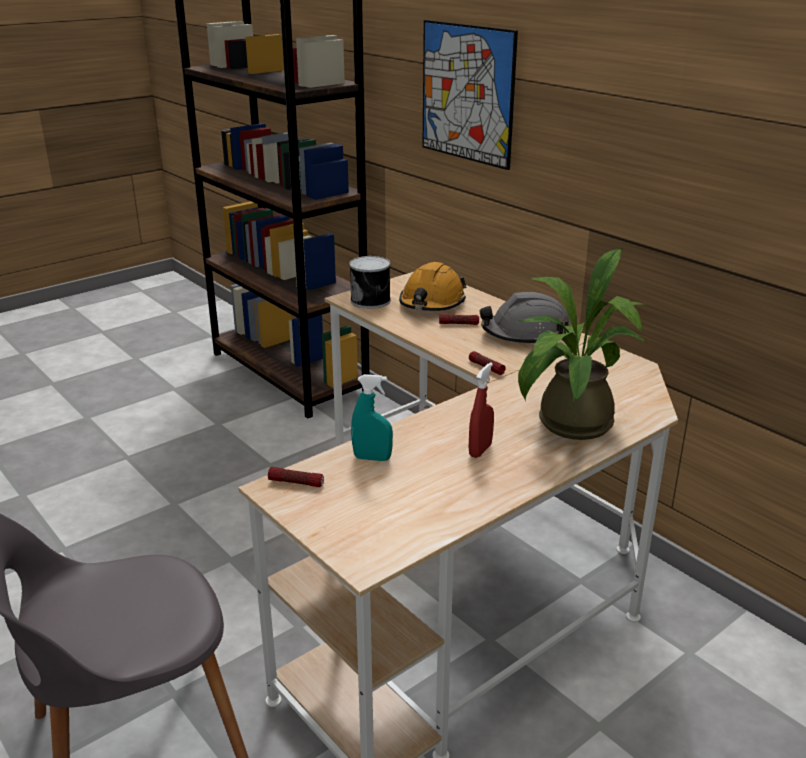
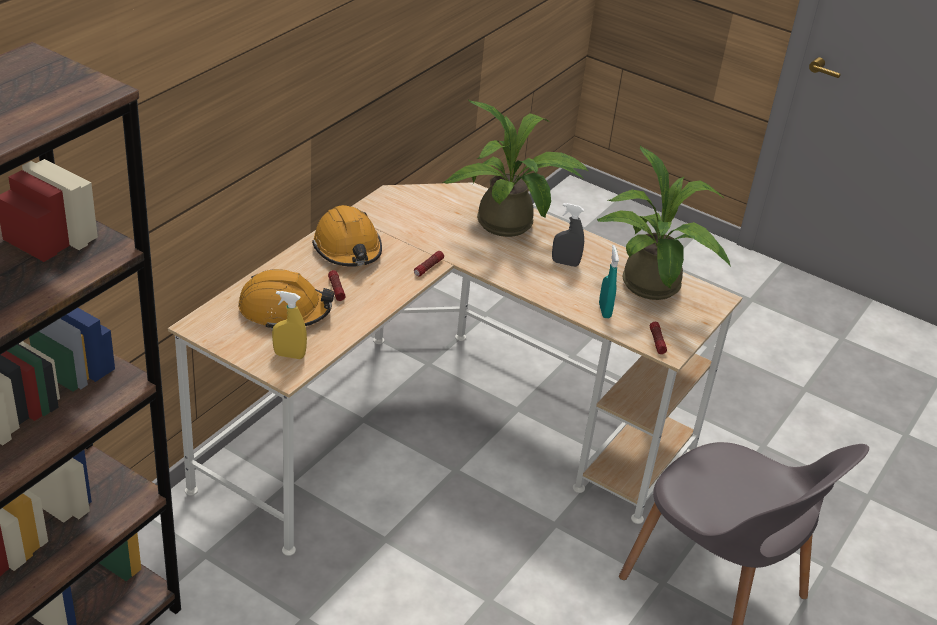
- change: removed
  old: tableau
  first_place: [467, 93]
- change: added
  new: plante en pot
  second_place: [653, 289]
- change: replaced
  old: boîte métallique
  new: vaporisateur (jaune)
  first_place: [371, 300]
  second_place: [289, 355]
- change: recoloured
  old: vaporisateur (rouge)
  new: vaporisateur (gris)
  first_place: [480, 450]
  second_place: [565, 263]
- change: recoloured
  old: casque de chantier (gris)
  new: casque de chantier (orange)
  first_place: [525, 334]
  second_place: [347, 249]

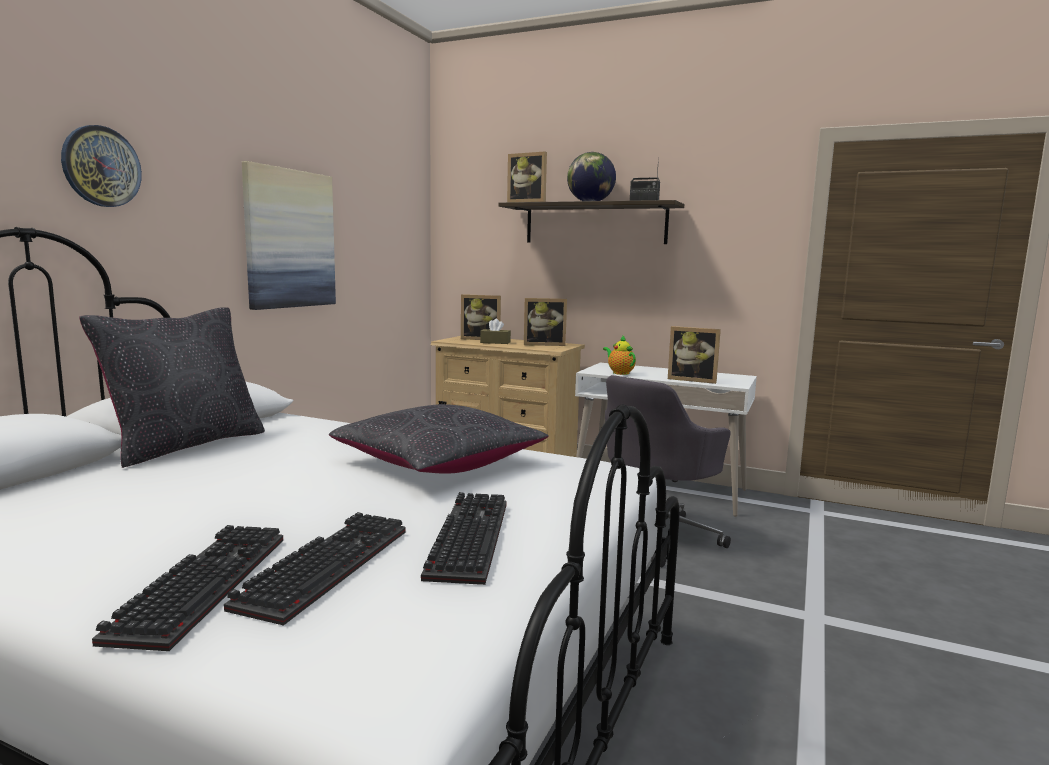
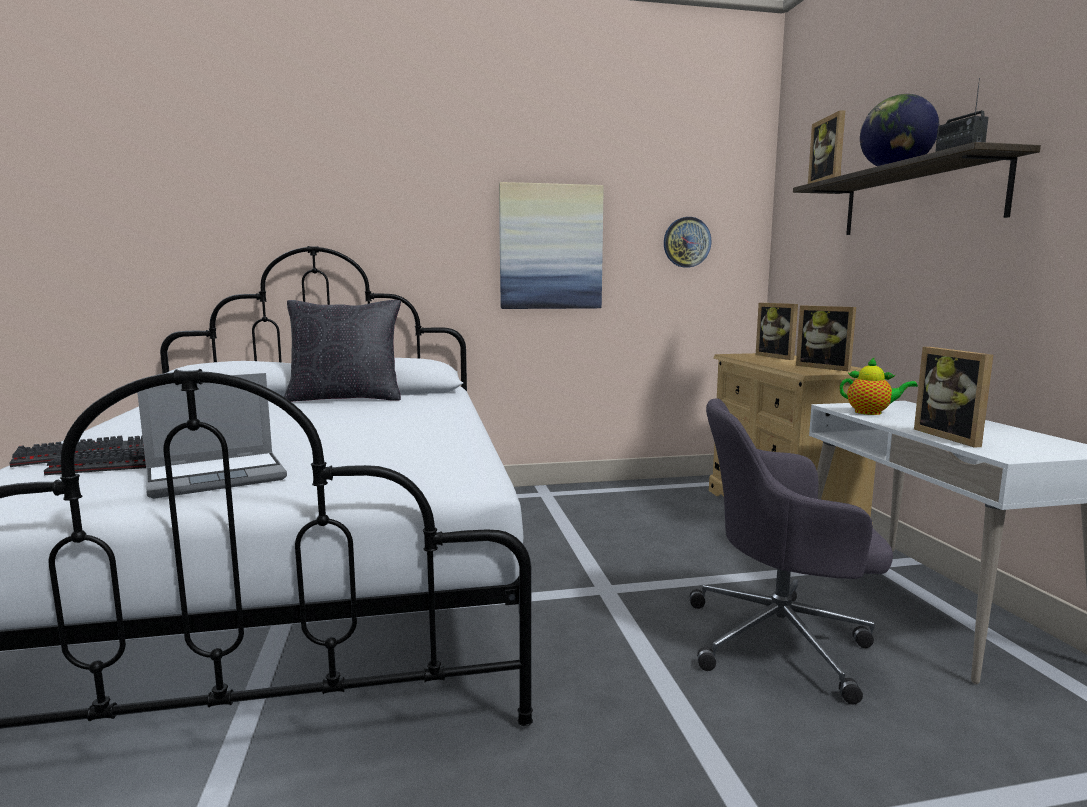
- change: removed
  old: coussin (noir)
  first_place: [439, 463]
- change: removed
  old: boîte à mouchoirs (marron)
  first_place: [495, 342]
- change: moved
  old: horloge murale
  first_place: [101, 166]
  second_place: [686, 242]
- change: replaced
  old: clavier
  new: ordinateur portable
  first_place: [466, 537]
  second_place: [218, 476]
- change: turned
  old: théière
  first_place: [619, 373]
  second_place: [871, 413]
  degrees: 90

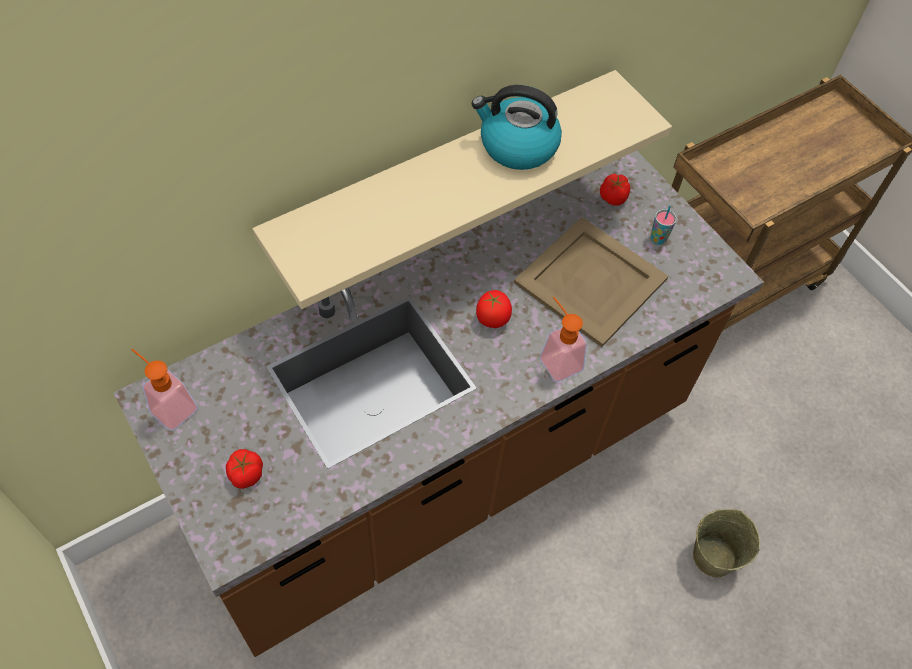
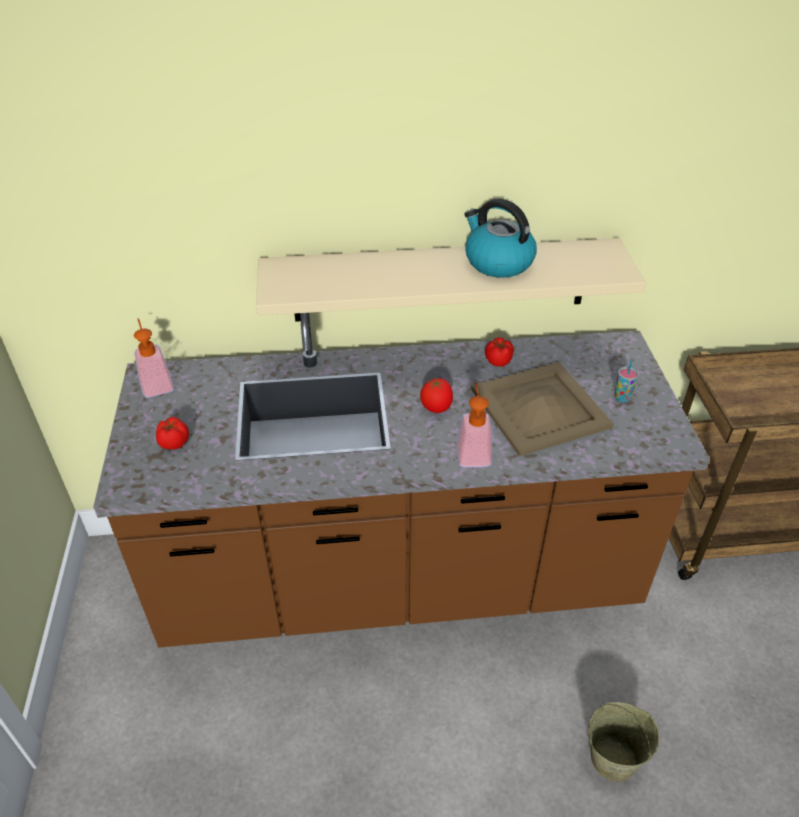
- change: moved
  old: tomate
  first_place: [613, 197]
  second_place: [499, 361]

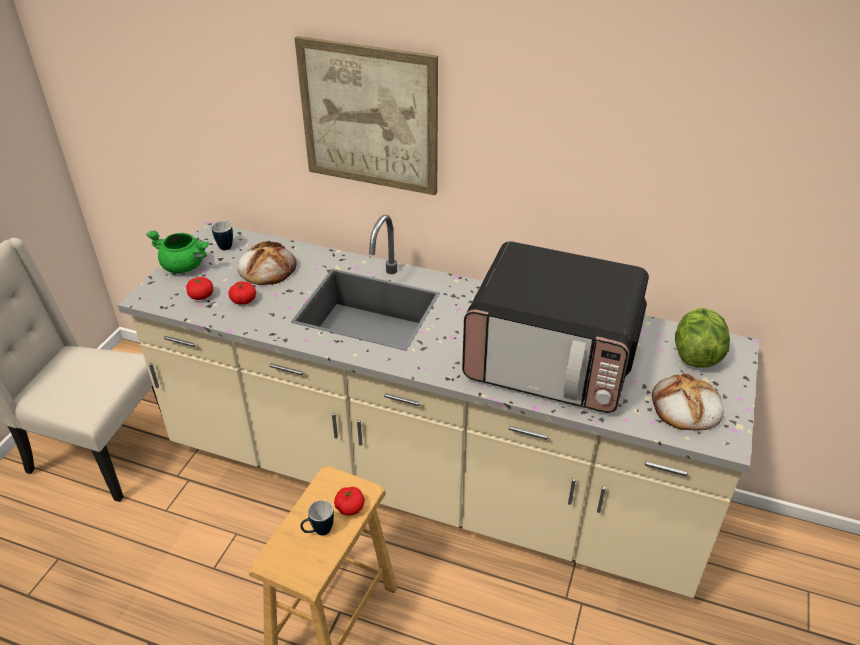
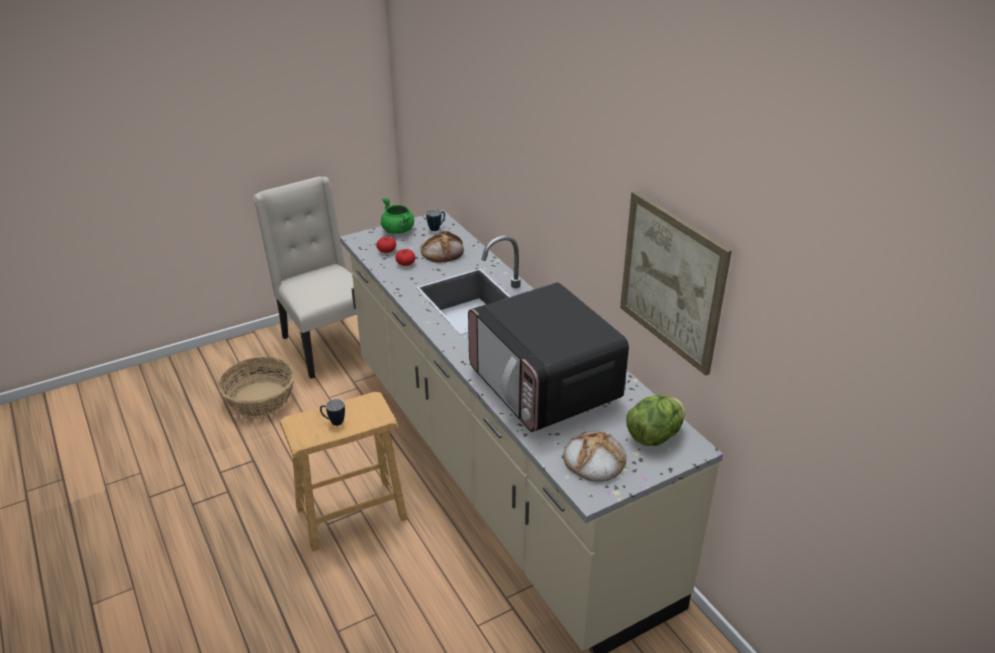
- change: removed
  old: tomate
  first_place: [350, 507]
- change: added
  new: panier
  second_place: [260, 399]
- change: moved
  old: tableau
  first_place: [369, 117]
  second_place: [672, 281]

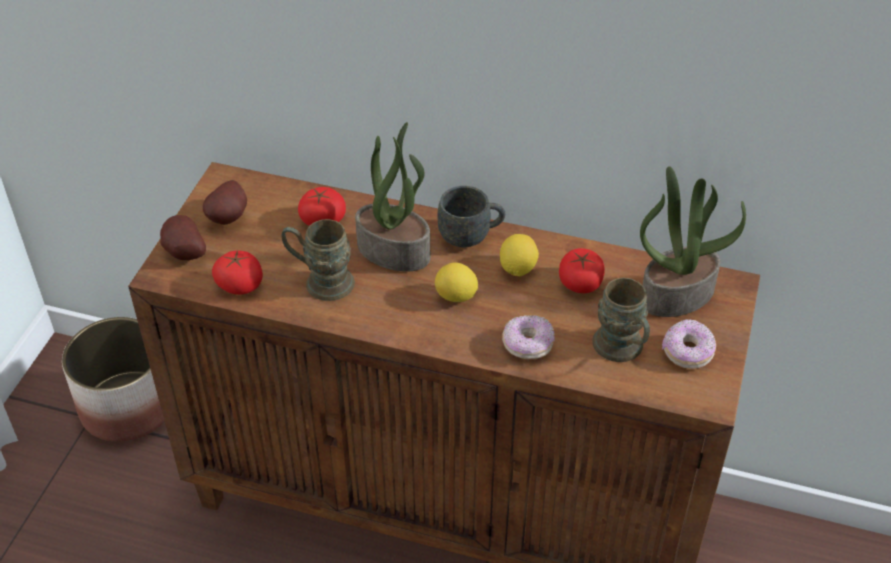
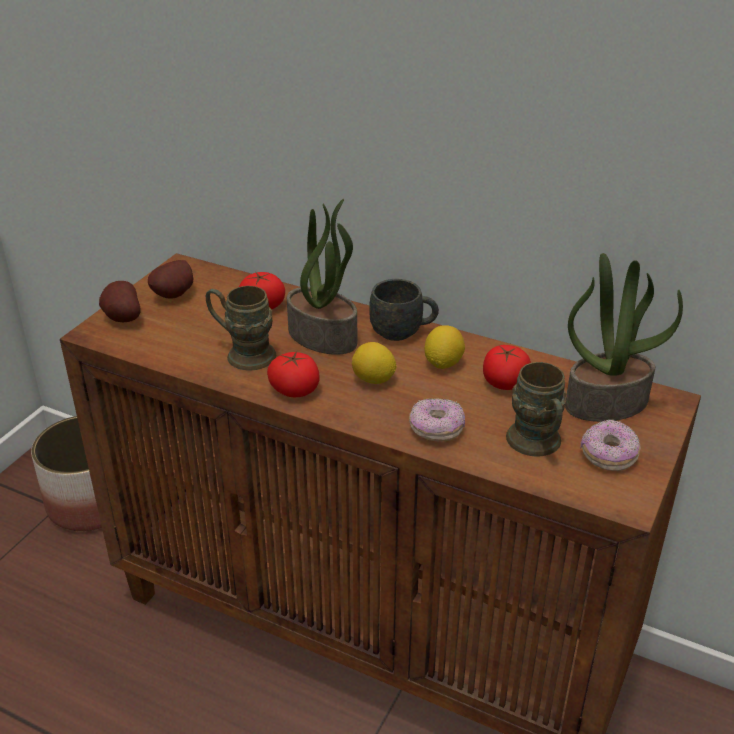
- change: moved
  old: tomate
  first_place: [240, 285]
  second_place: [294, 389]

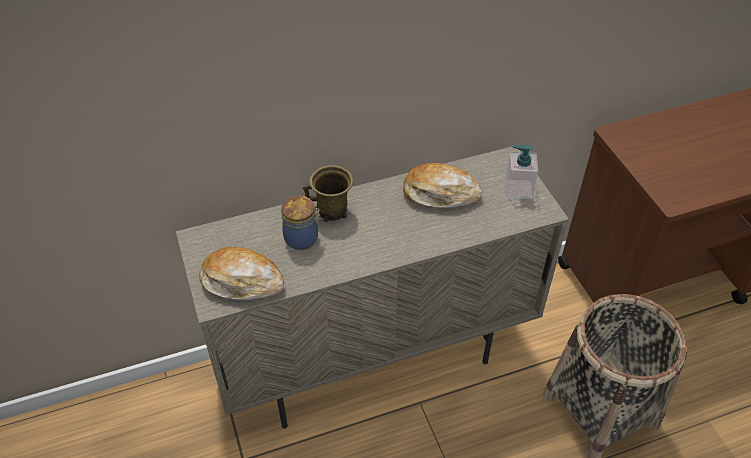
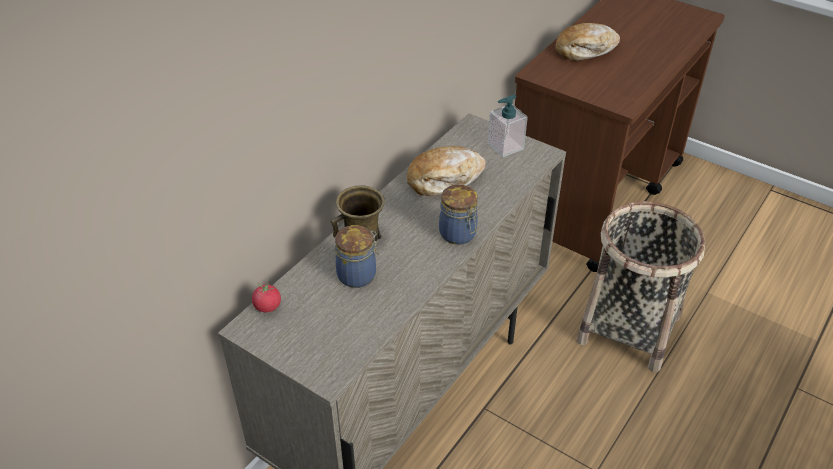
- change: added
  new: tomate
  second_place: [267, 306]
- change: added
  new: bocal
  second_place: [458, 235]
- change: moved
  old: pain
  first_place: [242, 281]
  second_place: [585, 50]

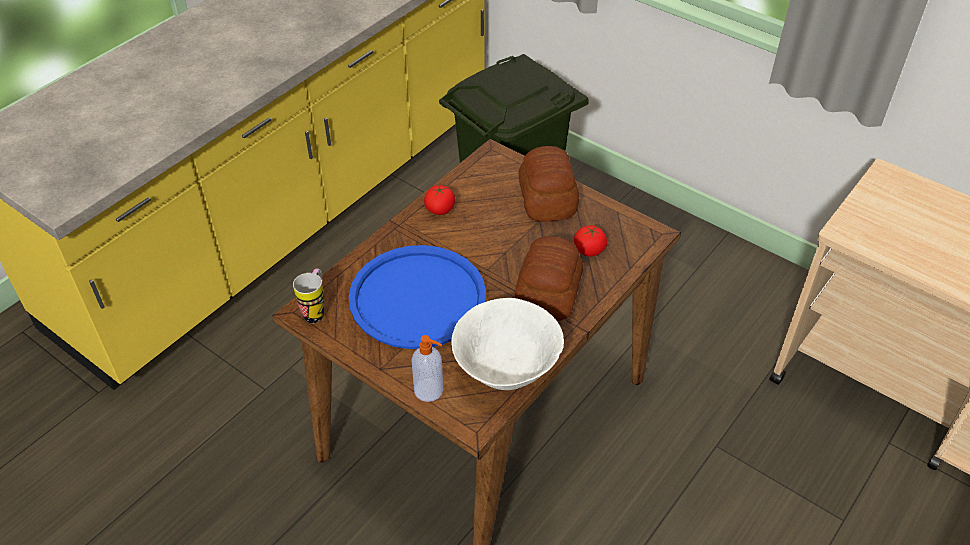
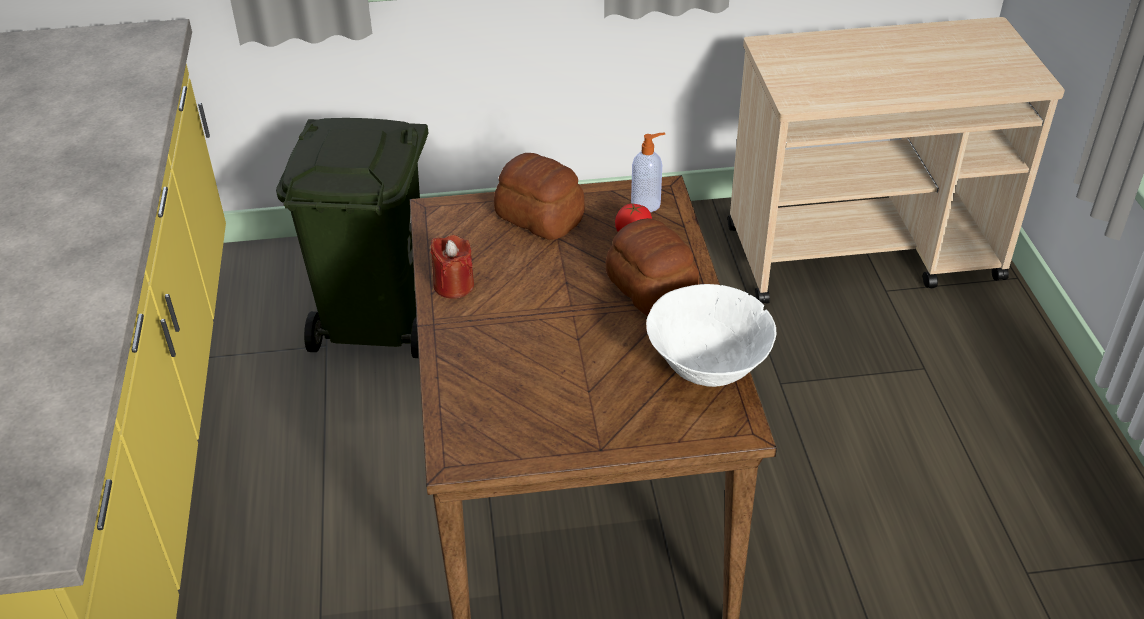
- change: removed
  old: mug
  first_place: [316, 310]
- change: removed
  old: plateau (bleu)
  first_place: [417, 297]
- change: moved
  old: distributeur de savon
  first_place: [429, 390]
  second_place: [647, 204]
- change: replaced
  old: tomate
  new: bougie (rouge)
  first_place: [440, 209]
  second_place: [454, 285]

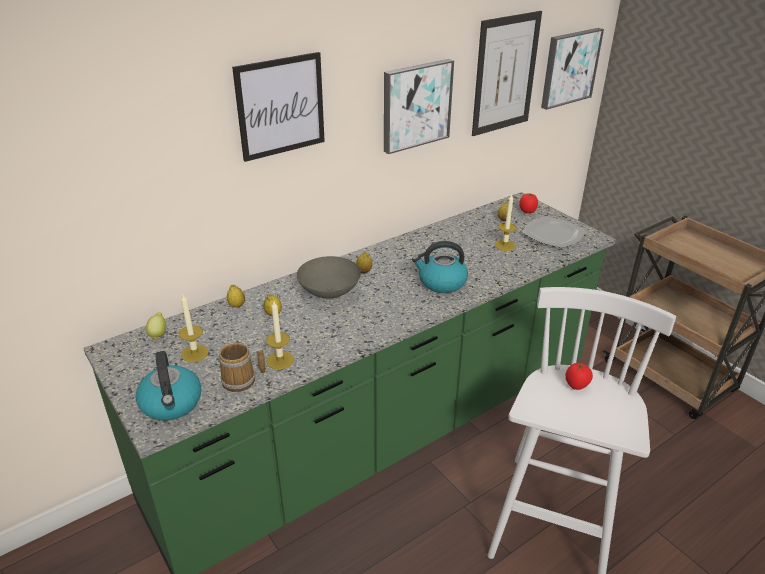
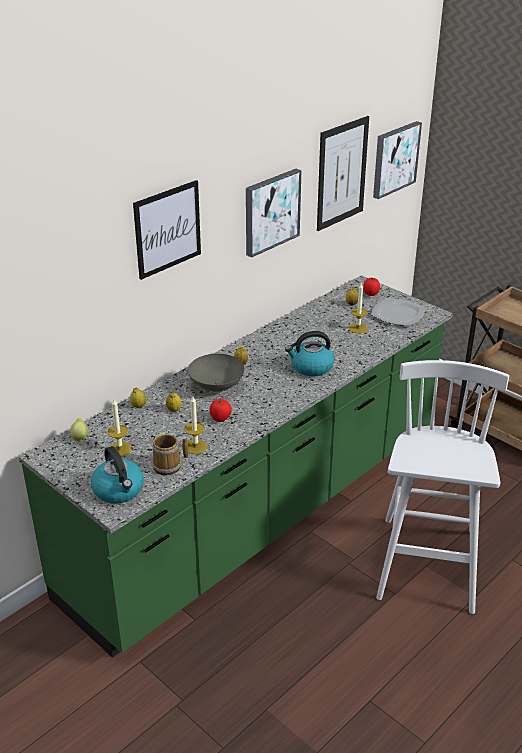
- change: moved
  old: tomate
  first_place: [576, 385]
  second_place: [220, 419]

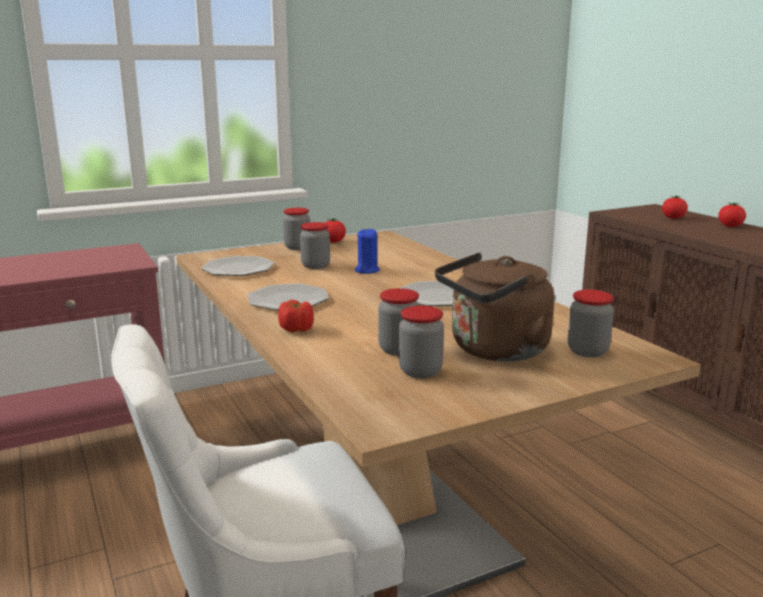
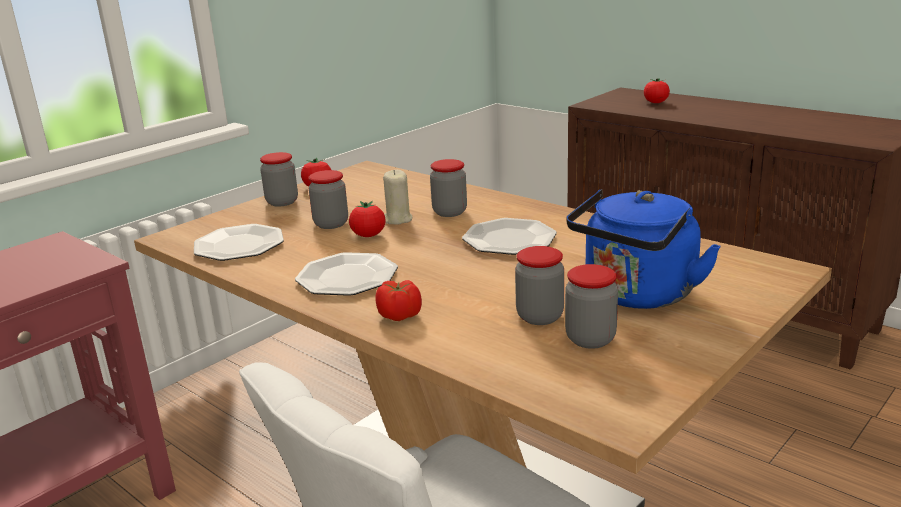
- change: moved
  old: bocal
  first_place: [587, 351]
  second_place: [449, 212]
- change: moved
  old: tomate
  first_place: [730, 226]
  second_place: [368, 235]
- change: recoloured
  old: bougie (bleu)
  new: bougie (beige)
  first_place: [367, 270]
  second_place: [397, 219]
- change: recoloured
  old: bouilloire (marron)
  new: bouilloire (bleu)
  first_place: [494, 351]
  second_place: [637, 295]

